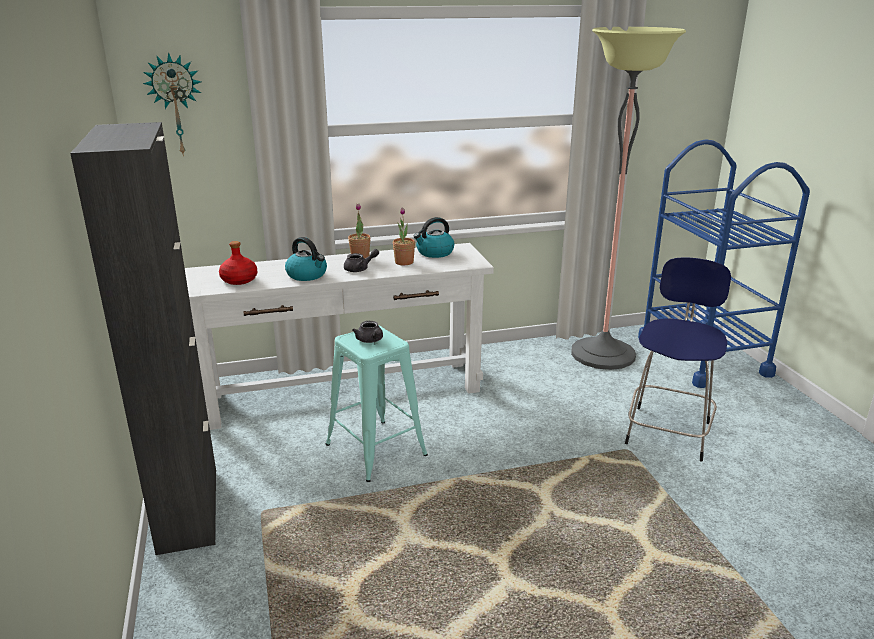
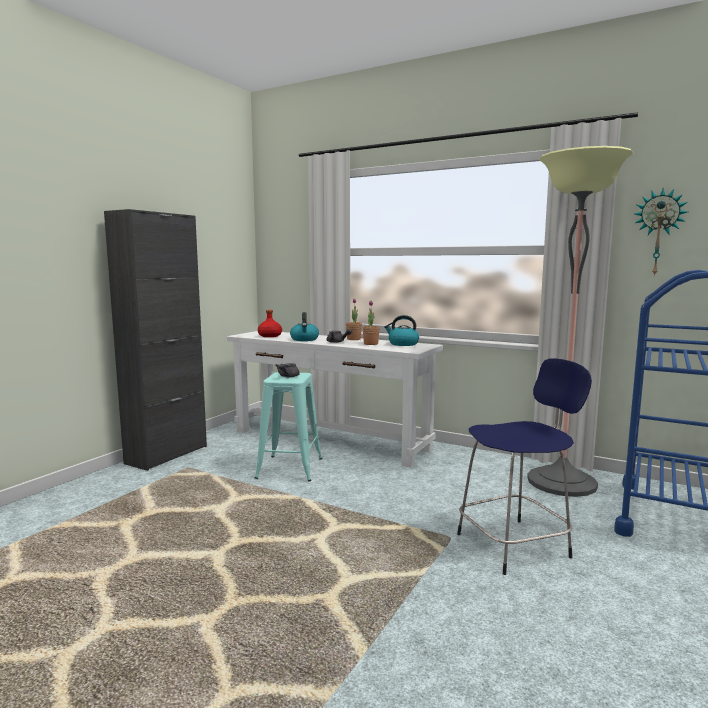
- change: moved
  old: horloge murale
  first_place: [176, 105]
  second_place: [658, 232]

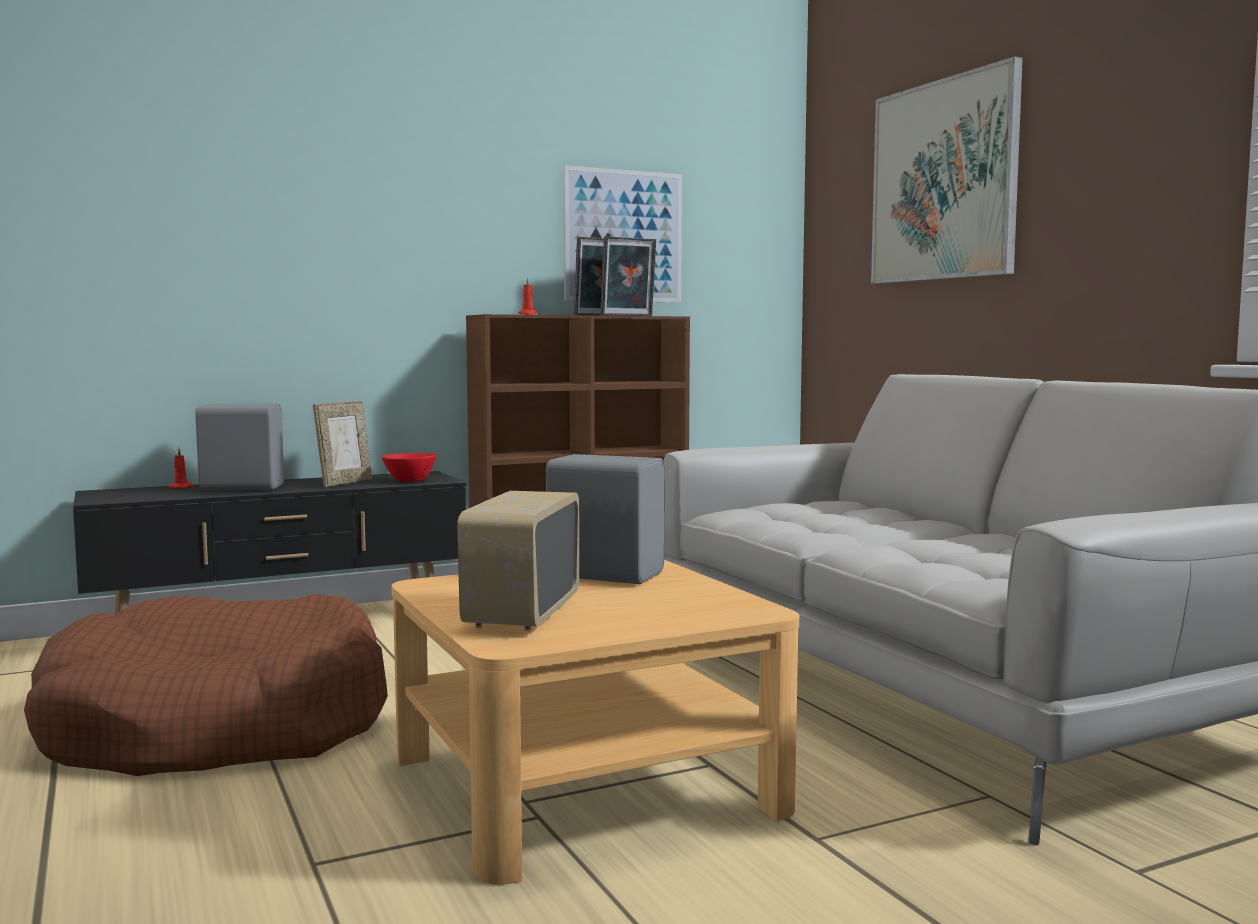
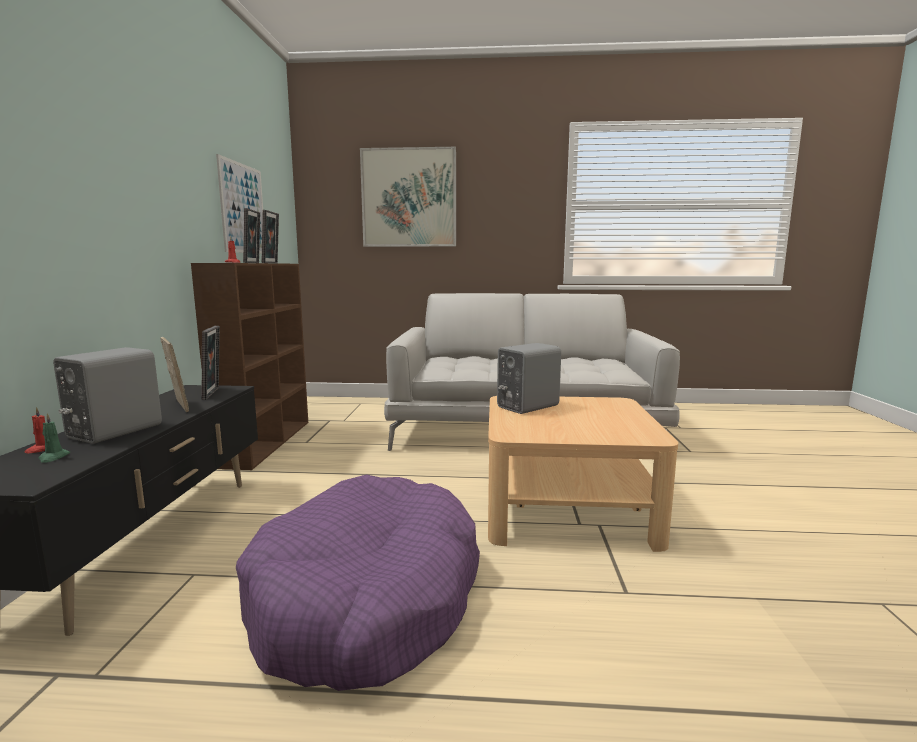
- change: removed
  old: radio
  first_place: [521, 614]
- change: added
  new: bougie (vert)
  second_place: [53, 457]
- change: replaced
  old: bol (rouge)
  new: cadre photo
  first_place: [410, 480]
  second_place: [214, 393]
- change: recoloured
  old: panier pour chien (marron)
  new: panier pour chien (violet)
  first_place: [217, 726]
  second_place: [367, 599]

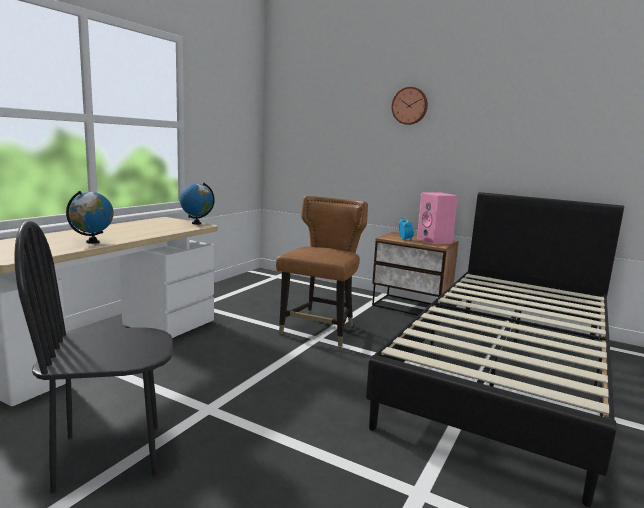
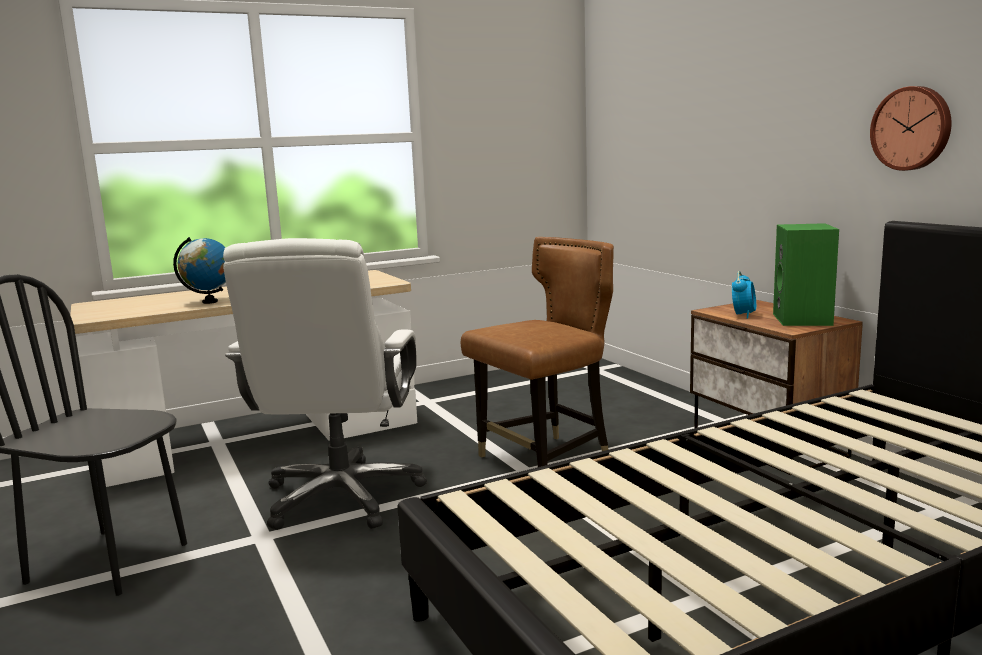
- change: removed
  old: globe
  first_place: [196, 223]
- change: added
  new: chaise de bureau (blanc)
  second_place: [342, 497]
- change: moved
  old: horloge murale
  first_place: [410, 106]
  second_place: [912, 128]
- change: recoloured
  old: enceinte (rose)
  new: enceinte (vert)
  first_place: [435, 241]
  second_place: [803, 320]

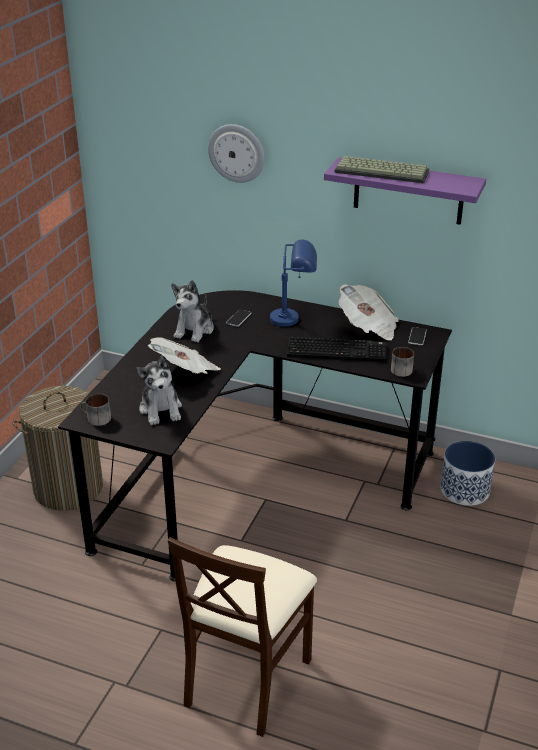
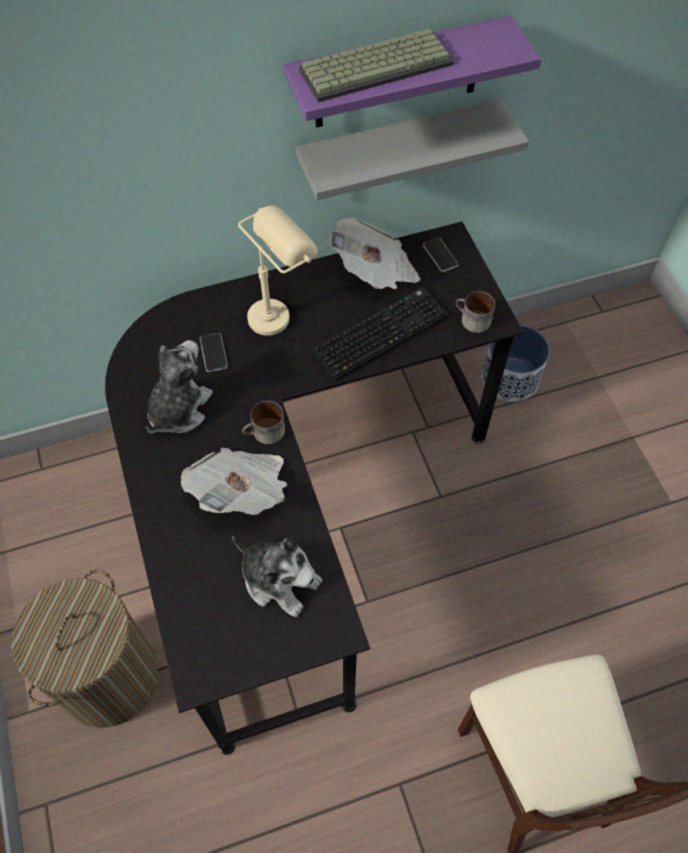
- change: removed
  old: horloge murale
  first_place: [237, 153]
- change: added
  new: étagère (gris)
  second_place: [398, 151]
- change: moved
  old: mug
  first_place: [95, 419]
  second_place: [265, 433]
- change: recoloured
  old: lampe de table (bleu)
  new: lampe de table (beige)
  first_place: [294, 319]
  second_place: [280, 310]
- change: turned
  old: peluche
  first_place: [194, 330]
  second_place: [178, 409]
  degrees: -135

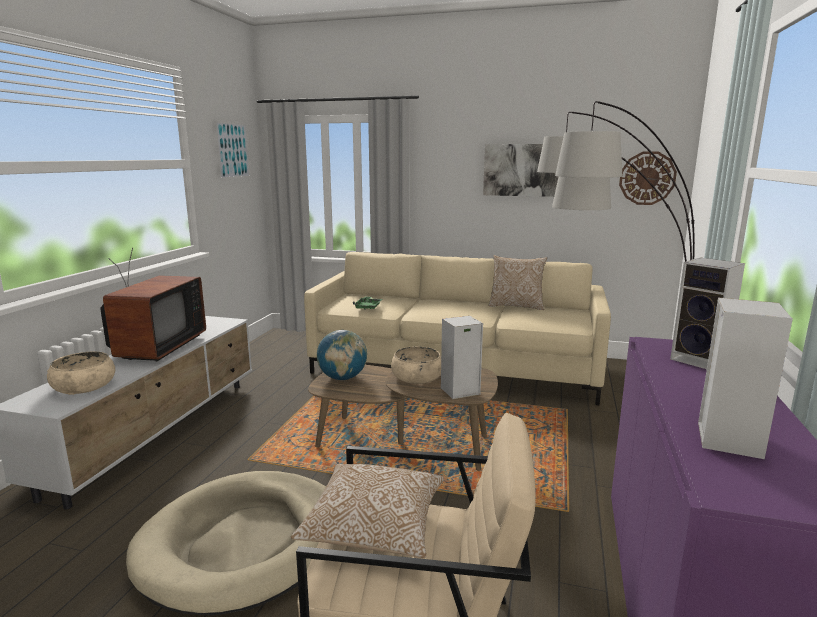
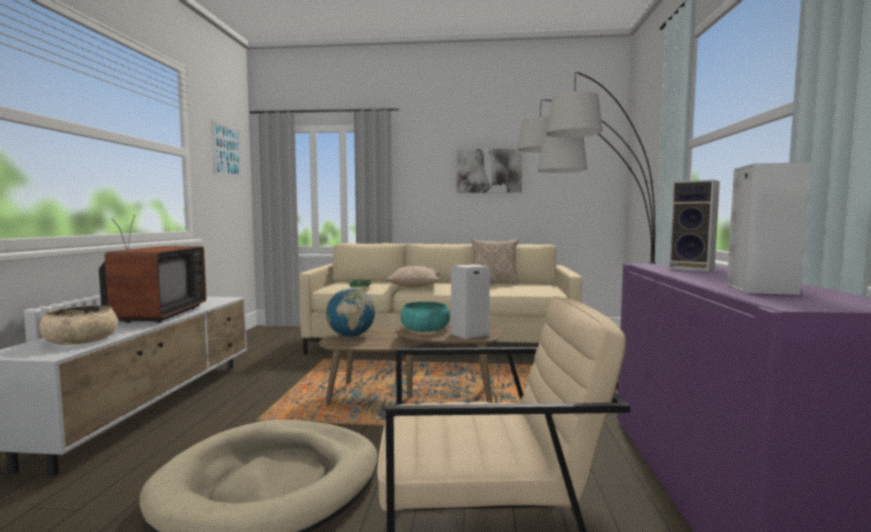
- change: removed
  old: horloge murale
  first_place: [647, 178]
- change: moved
  old: coussin
  first_place: [374, 528]
  second_place: [414, 286]
- change: recoloured
  old: bol (beige)
  new: bol (turquoise)
  first_place: [417, 377]
  second_place: [425, 329]

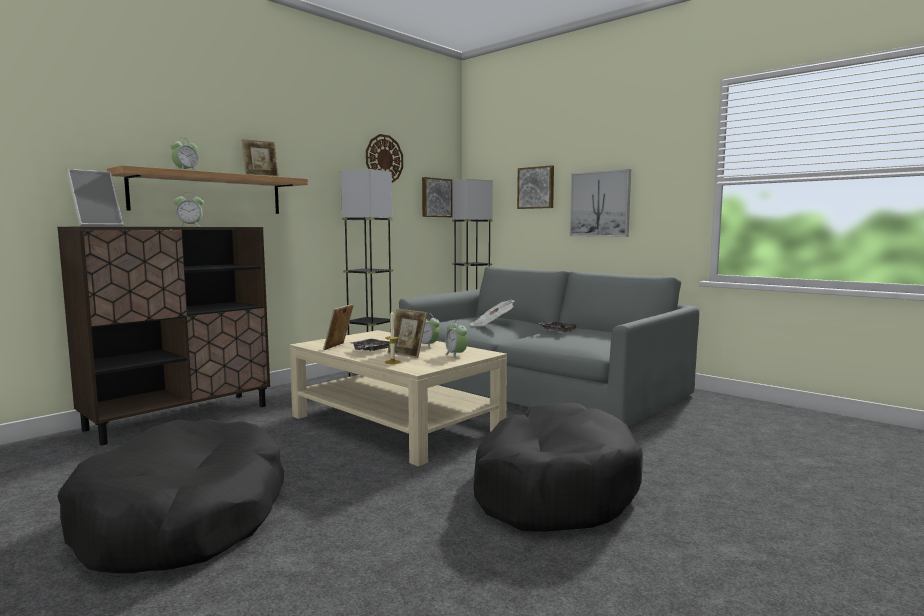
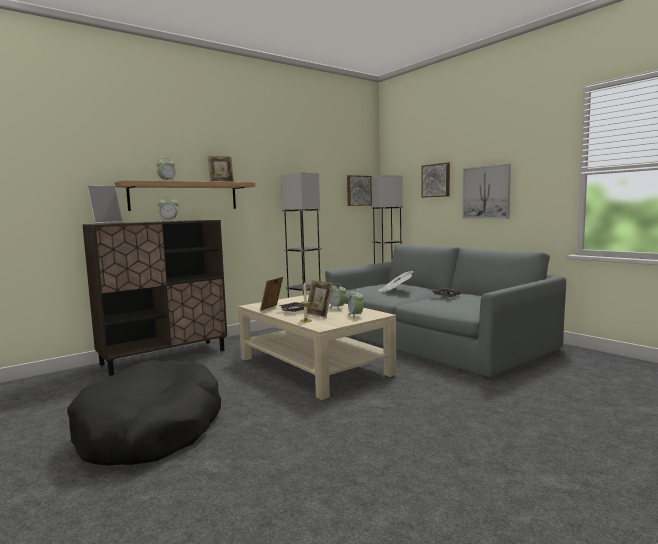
- change: removed
  old: horloge murale
  first_place: [384, 159]
- change: removed
  old: panier pour chien (noir)
  first_place: [552, 488]

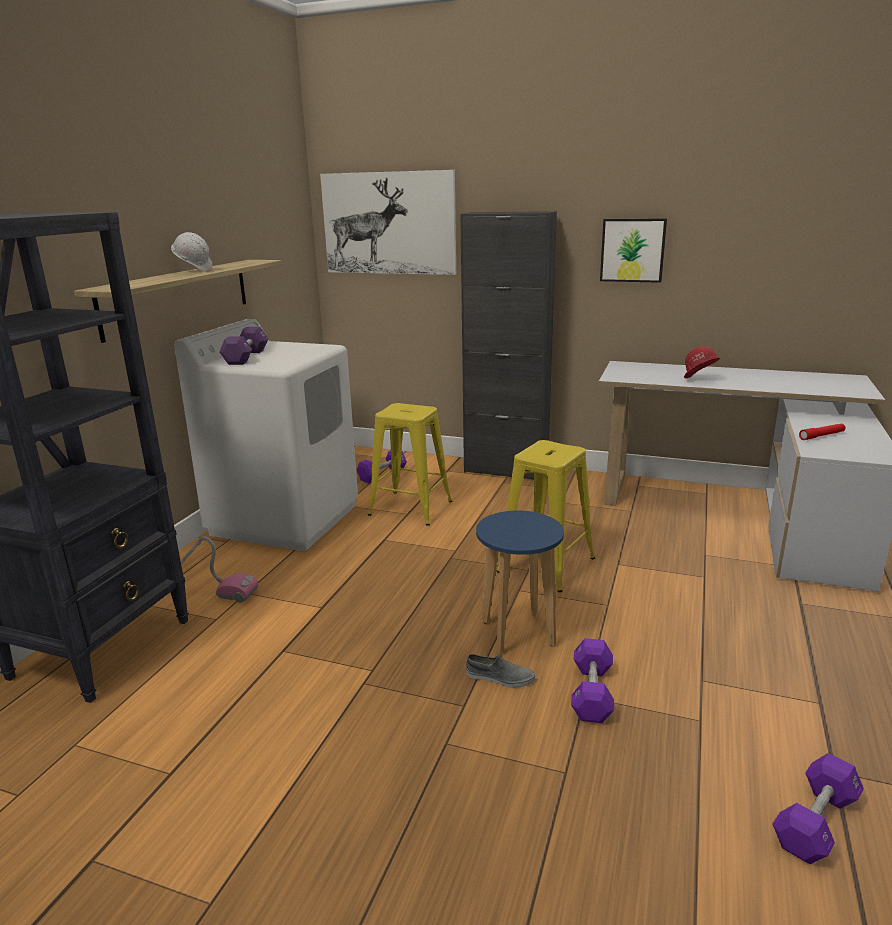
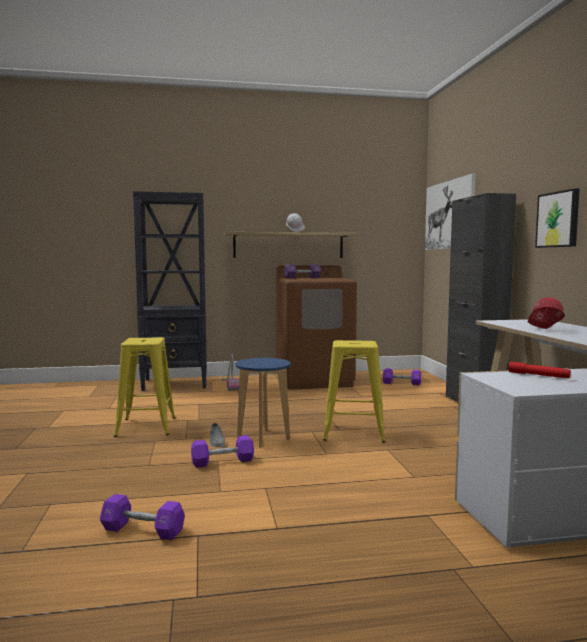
- change: moved
  old: tabouret (jaune)
  first_place: [410, 508]
  second_place: [146, 427]
- change: recoloured
  old: lave-linge (blanc)
  new: lave-linge (marron)
  first_place: [285, 519]
  second_place: [314, 380]

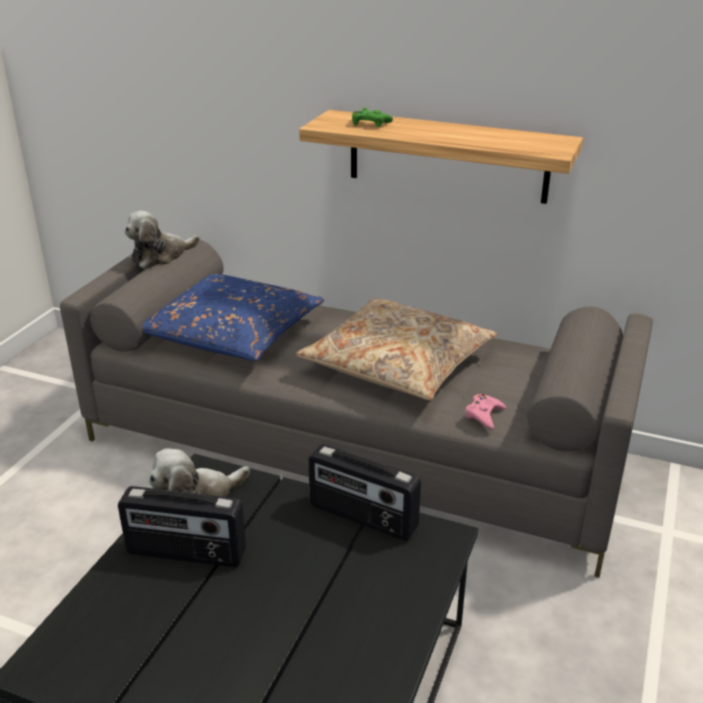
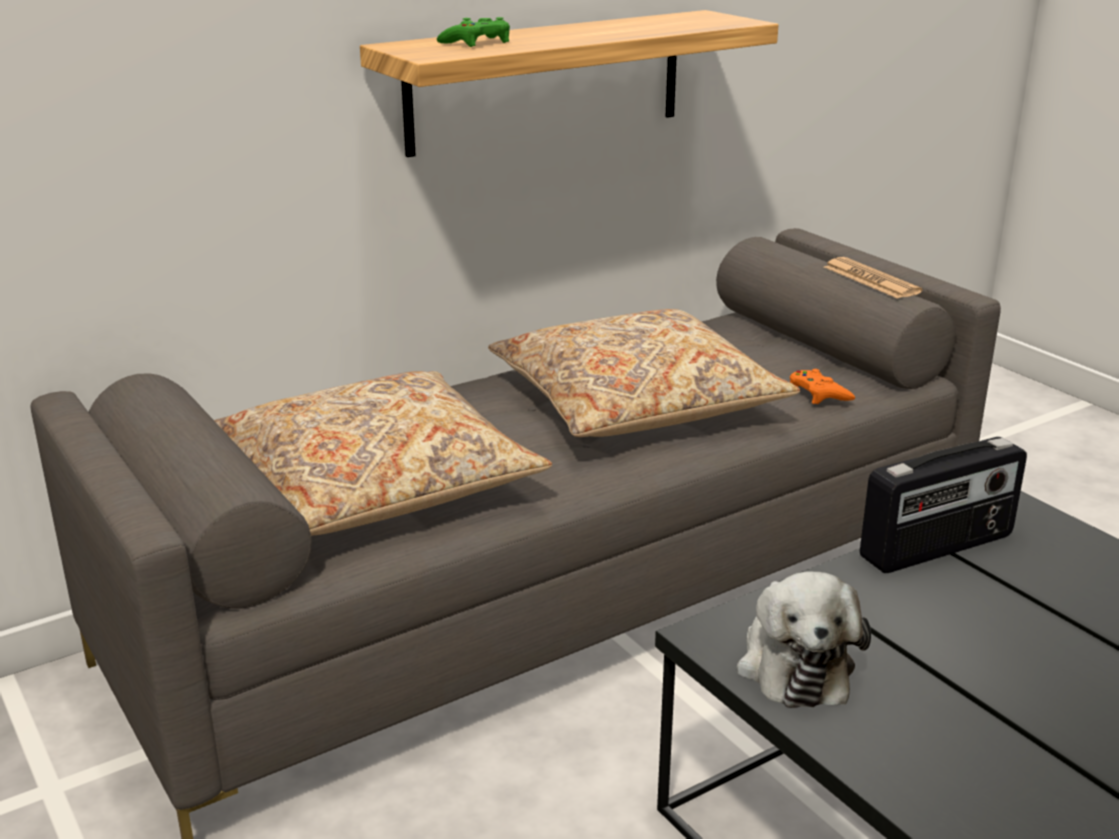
- change: removed
  old: radio
  first_place: [186, 553]
- change: removed
  old: peluche
  first_place: [161, 256]
- change: added
  new: journal
  second_place: [871, 280]
- change: recoloured
  old: coussin (bleu)
  new: coussin (beige)
  first_place: [233, 332]
  second_place: [373, 483]
- change: recoloured
  old: manette (rose)
  new: manette (orange)
  first_place: [484, 415]
  second_place: [818, 394]

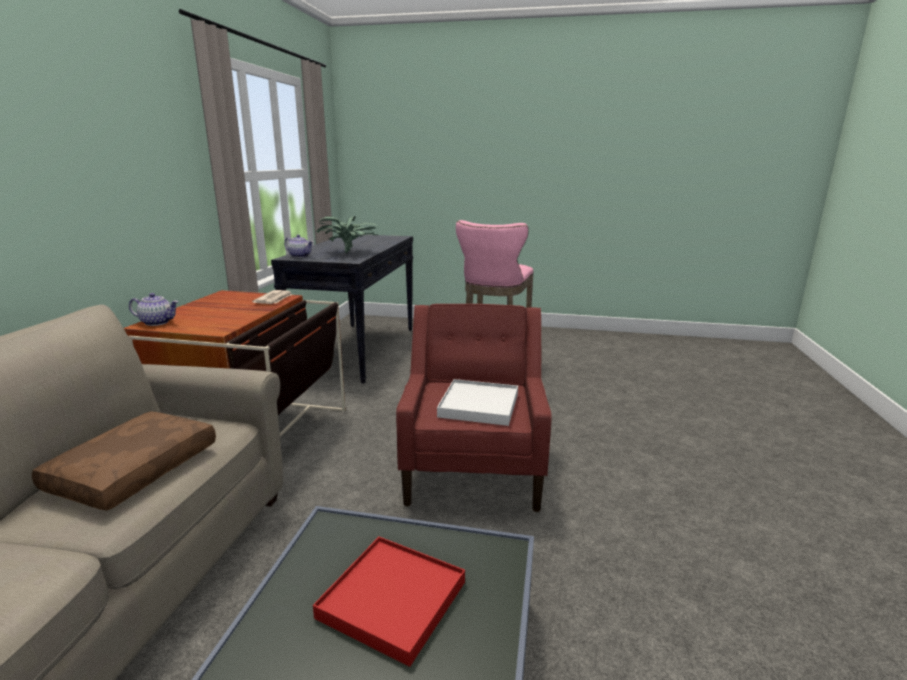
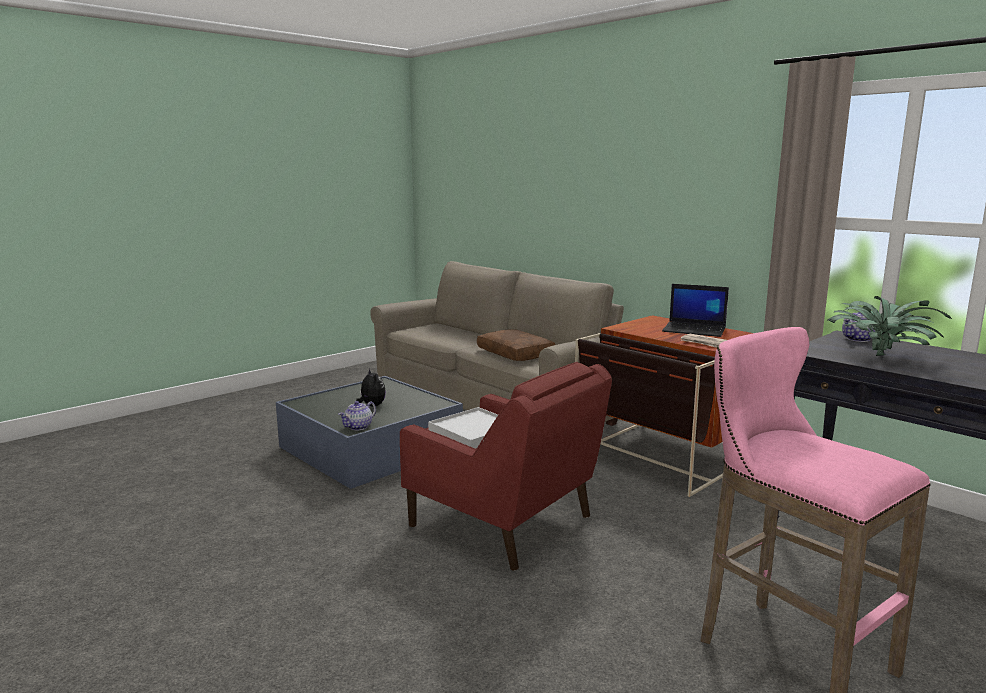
- change: added
  new: ordinateur portable
  second_place: [695, 330]
- change: moved
  old: théière
  first_place: [157, 322]
  second_place: [358, 427]
- change: replaced
  old: plateau (rouge)
  new: peluche
  first_place: [392, 600]
  second_place: [371, 406]

